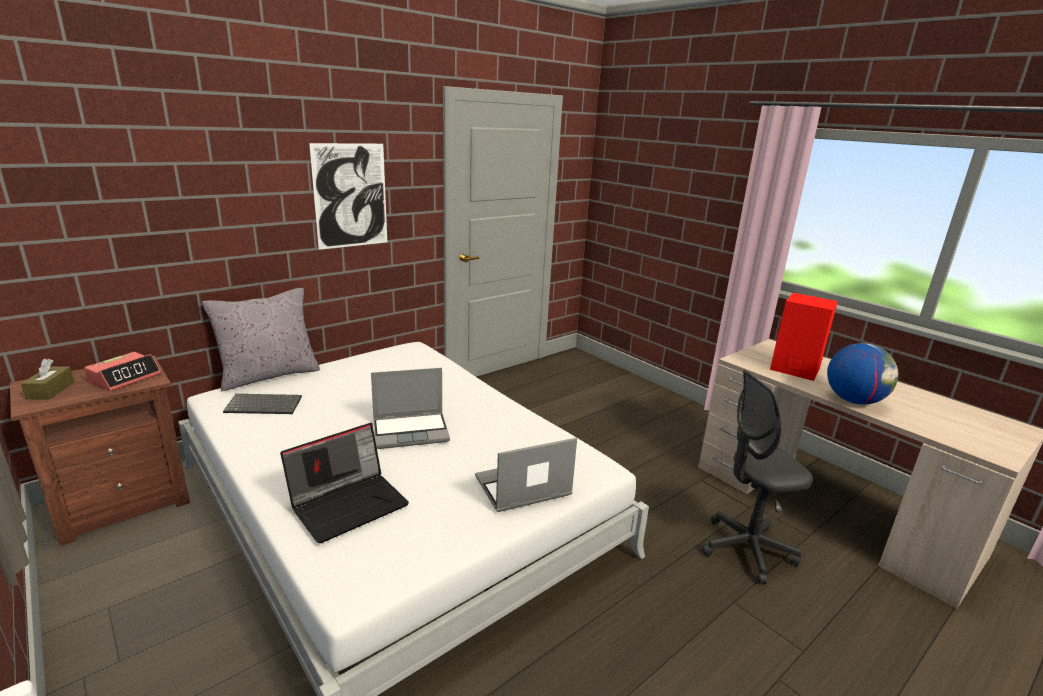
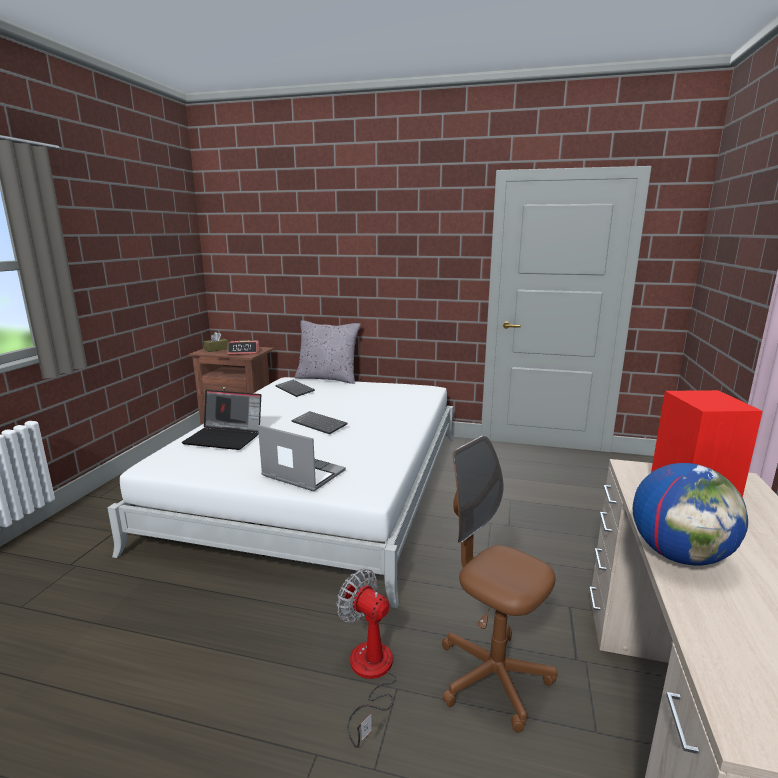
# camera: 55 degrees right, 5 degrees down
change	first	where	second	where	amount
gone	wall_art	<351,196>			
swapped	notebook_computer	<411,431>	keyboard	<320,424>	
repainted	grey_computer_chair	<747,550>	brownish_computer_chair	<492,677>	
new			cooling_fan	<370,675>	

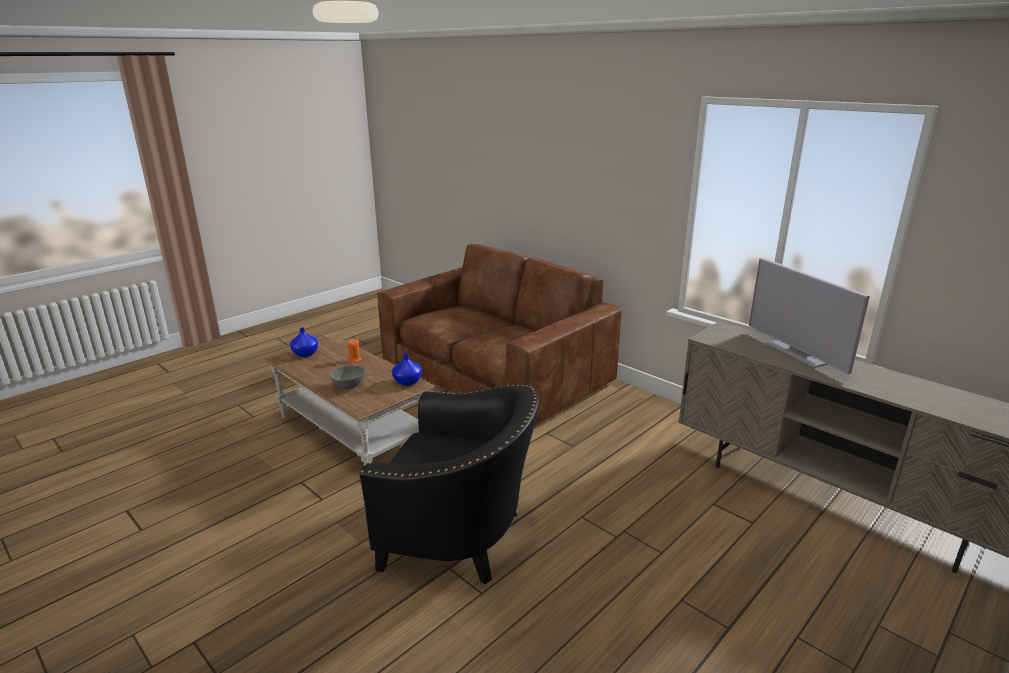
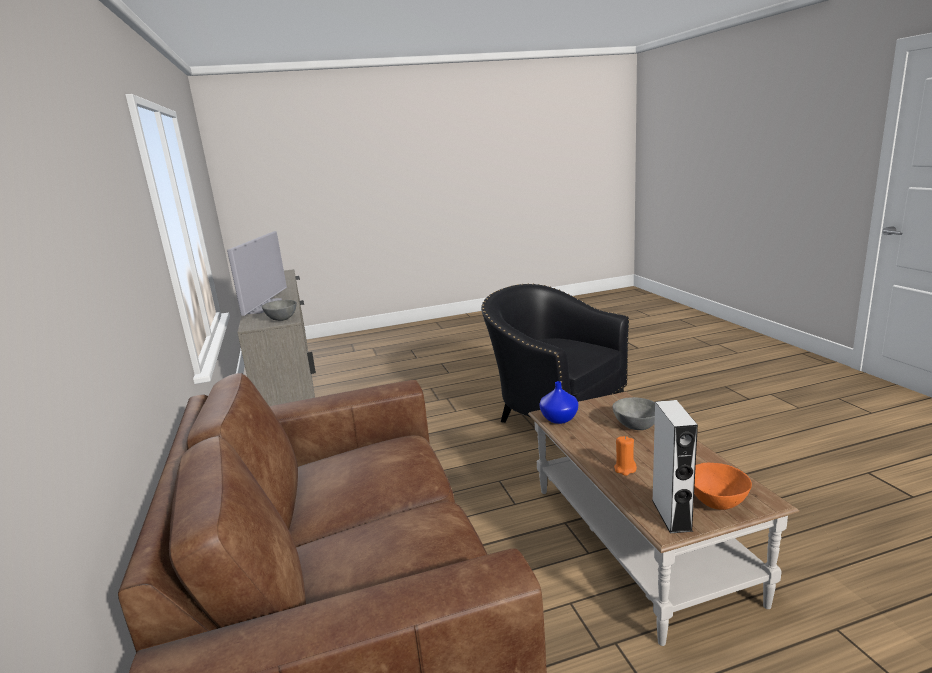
# camera: 150 degrees left, 5 degrees down
change	first	where	second	where	amount
swapped	blue-coloured_flower_vase	<305,354>	orange_bowl	<717,501>	
new			grey_bowl	<281,319>	
new			grey_loudspeaker	<671,515>	

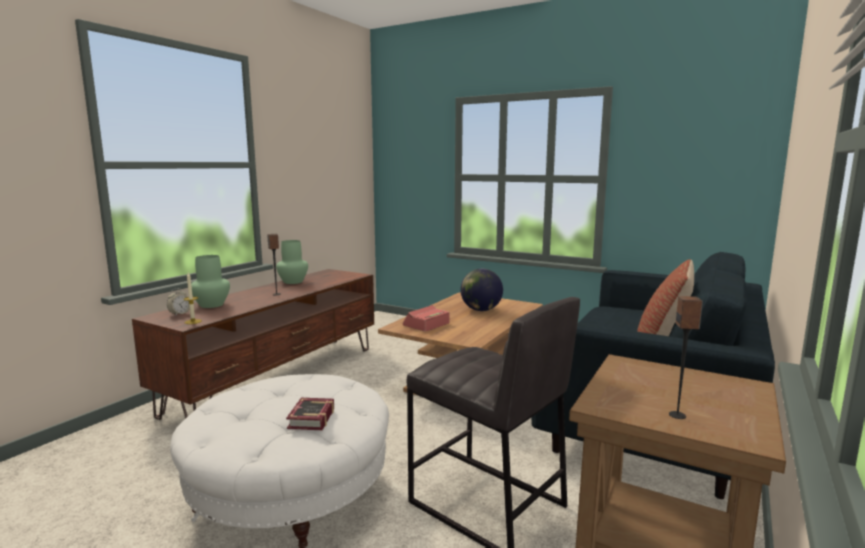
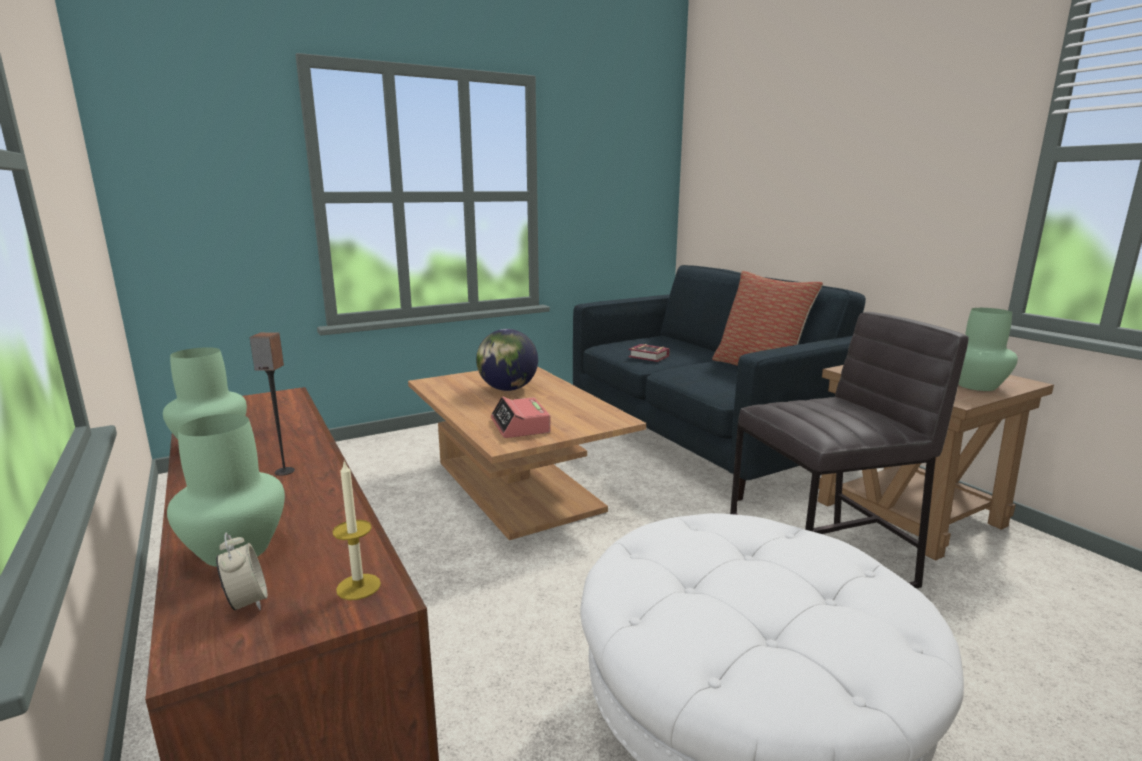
# camera: 60 degrees left, 5 degrees up
change	first	where	second	where	amount
swapped	loudspeaker	<677,415>	green_flower_vase	<977,385>	
shifted	book	<309,420>		<649,357>	

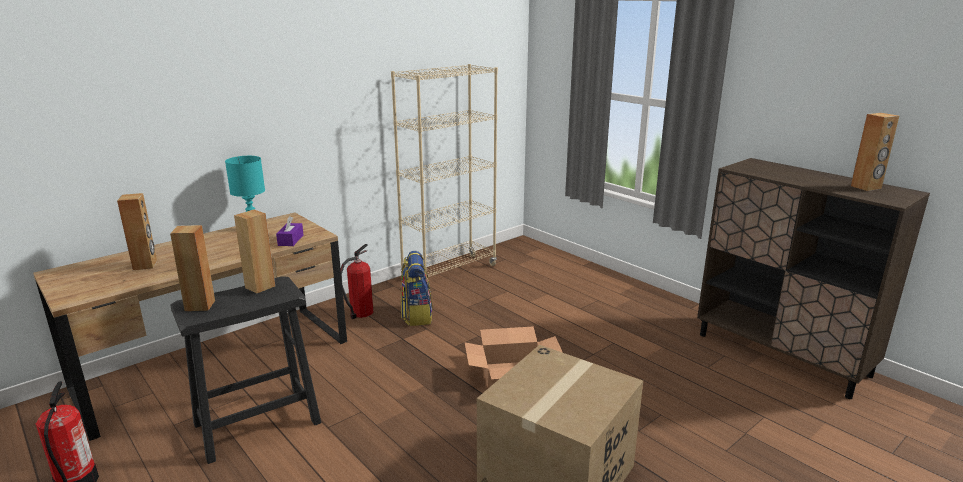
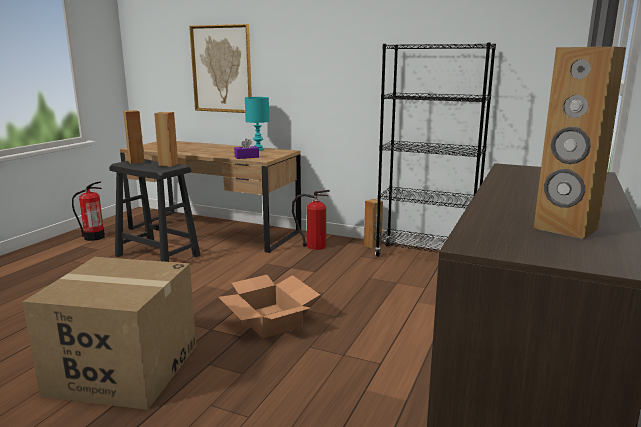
# camera: 65 degrees right, 5 degrees down
change	first	where	second	where	amount
repainted	sand-coloured_bookcase	<449,272>	blackish_bookcase	<426,257>	
shifted	brownish_loudspeaker	<145,265>		<372,245>	
gone	rucksack	<416,315>			
new			wall_art	<222,69>	

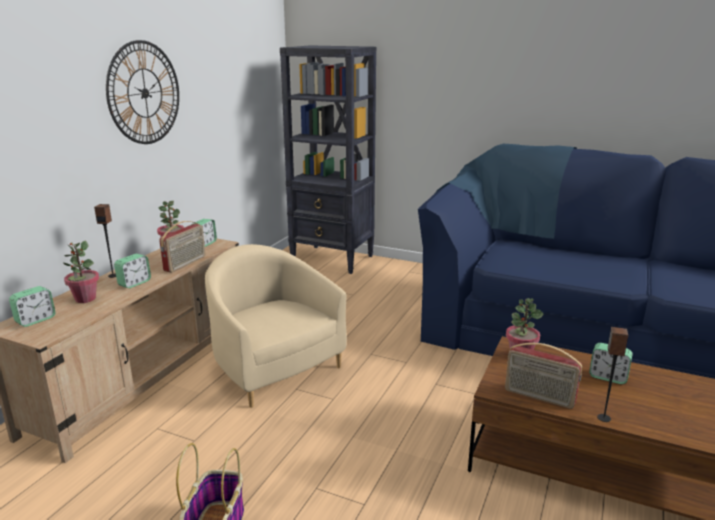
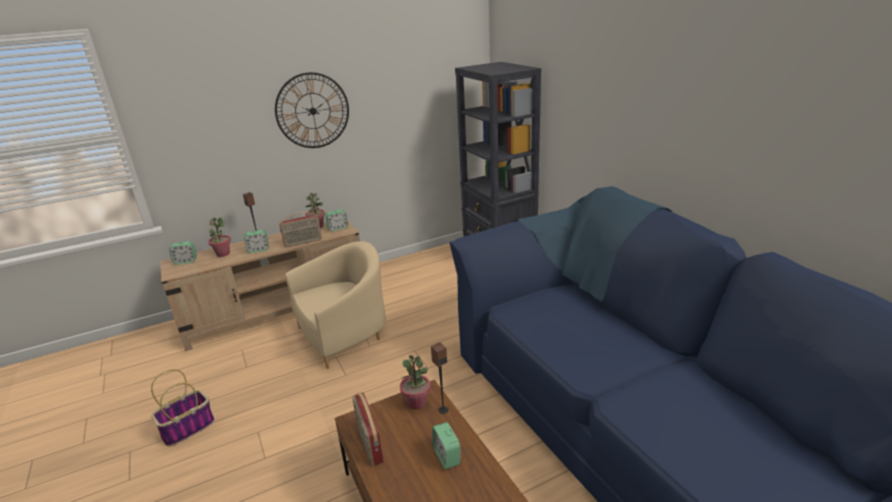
# camera: 40 degrees right, 5 degrees up
change	first	where	second	where	amount
rotated	sand-coloured_easy_chair	<273,368>		<344,335>	60 degrees clockwise
shifted	loudspeaker	<603,418>		<443,410>	

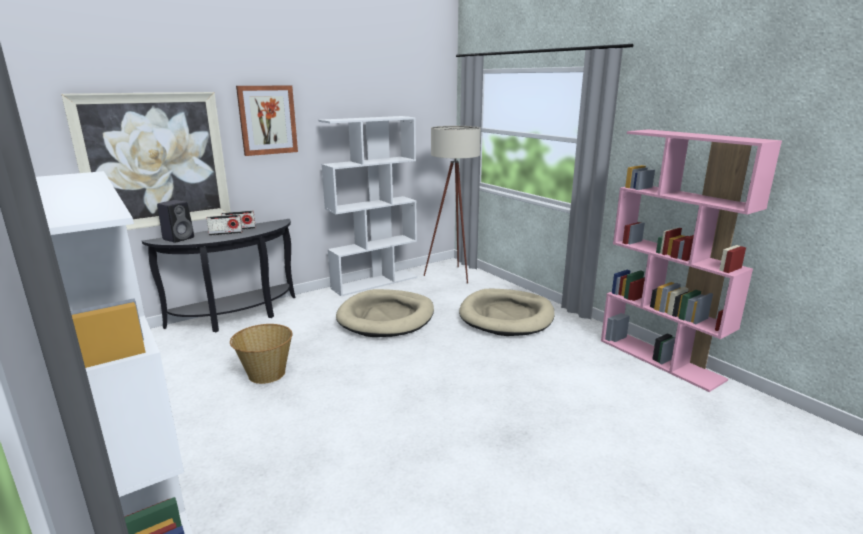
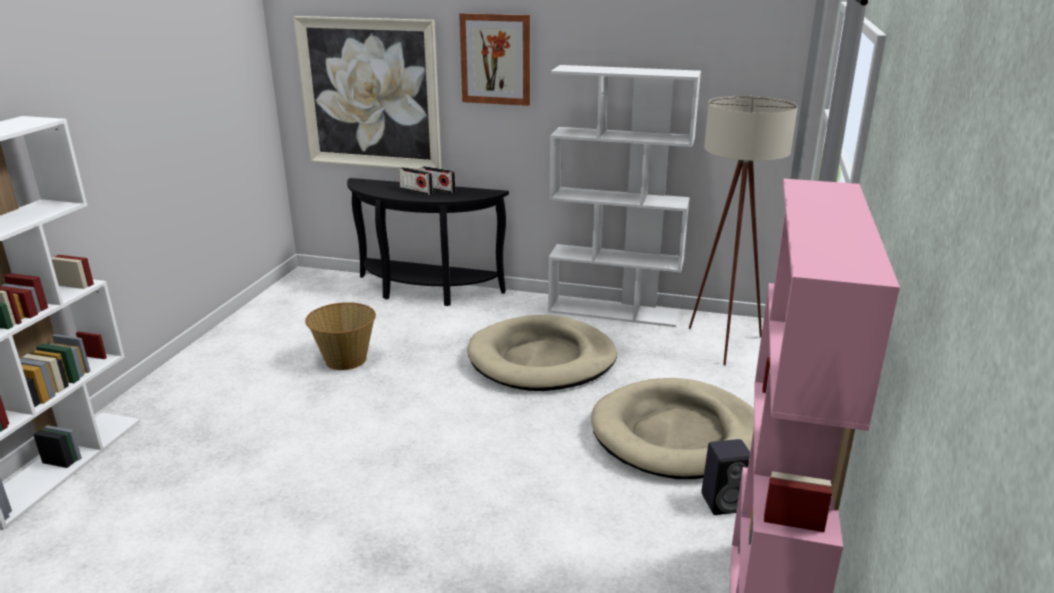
# camera: 50 degrees right, 5 degrees up
change	first	where	second	where	amount
shifted	blackish_loudspeaker	<179,238>		<726,502>	

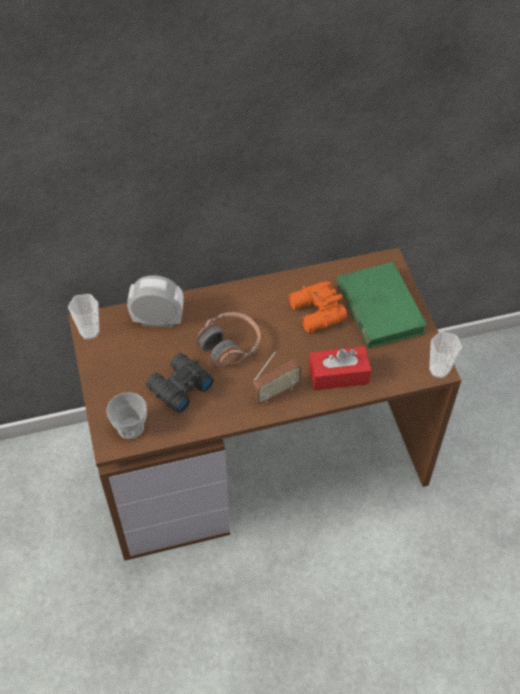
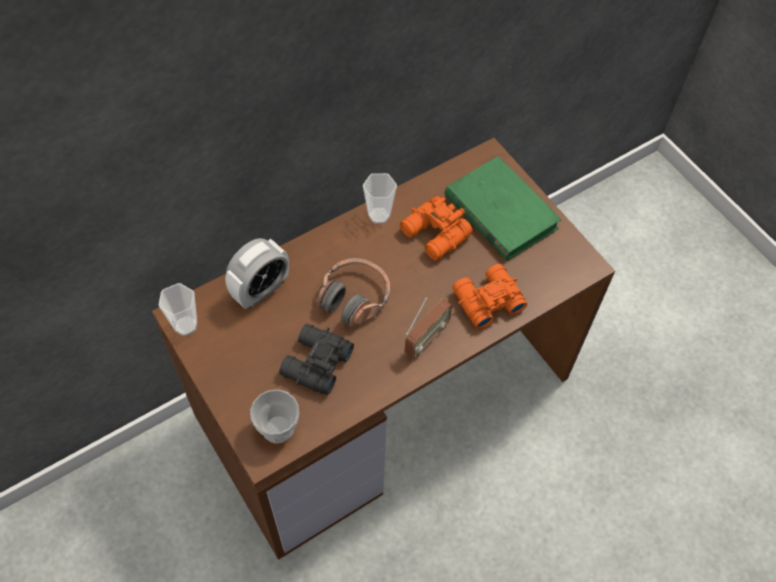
# camera: 20 degrees left, 5 degrees up
change	first	where	second	where	amount
rotated	bedside_clock	<158,320>		<261,290>	150 degrees clockwise
shifted	small_cup	<439,370>		<379,215>	
swapped	reddish_tissue_holder	<338,375>	orange_field_glasses	<486,300>	

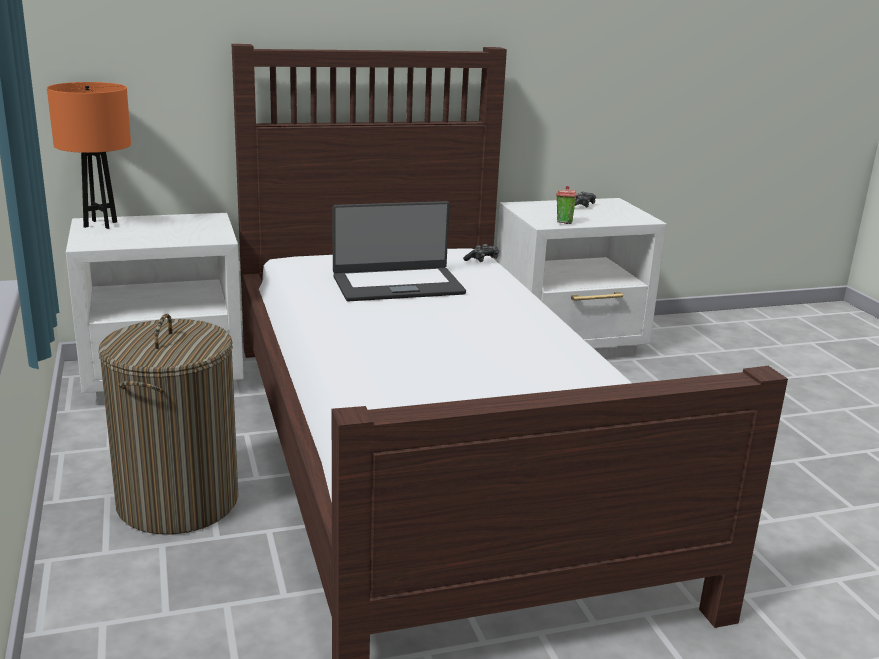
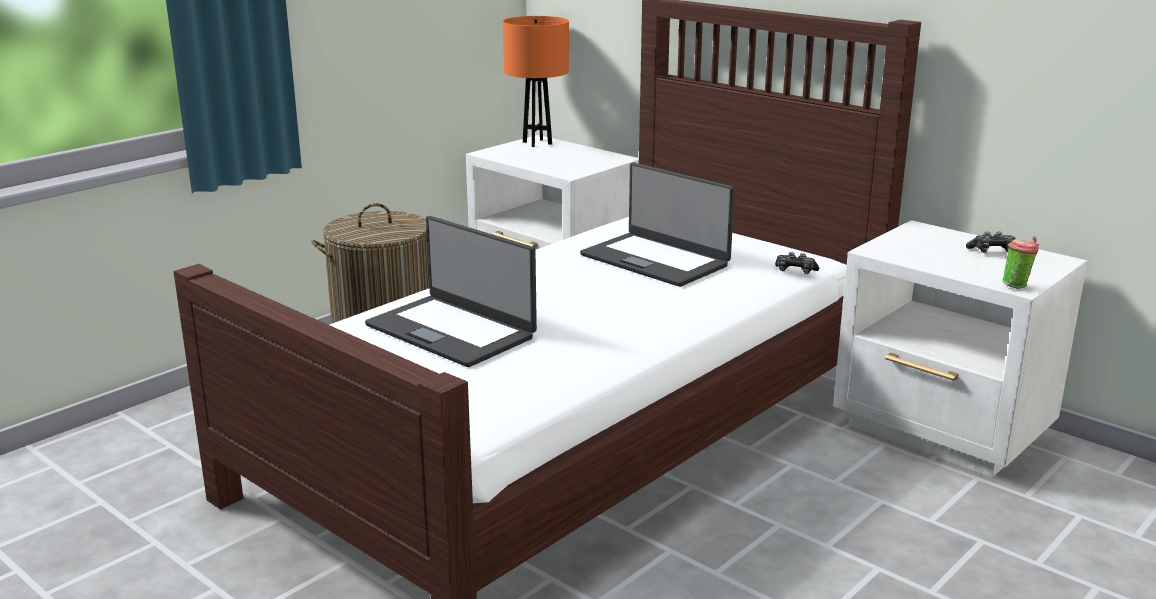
# camera: 60 degrees right, 0 degrees up
change	first	where	second	where	amount
shifted	small_cup	<563,222>		<1016,285>	
new			notebook_computer	<452,330>	

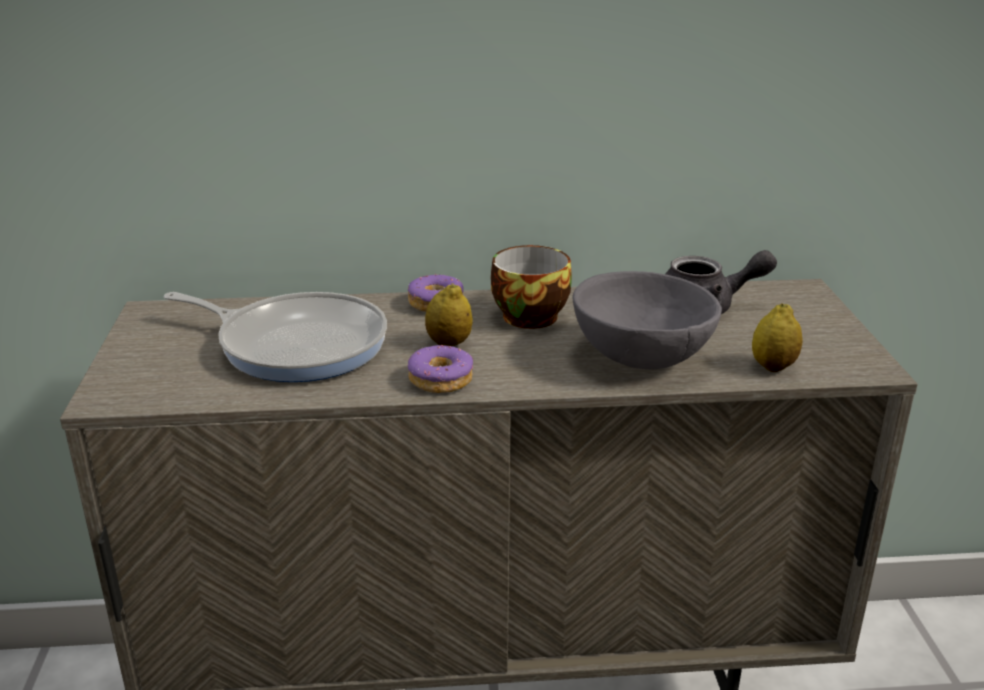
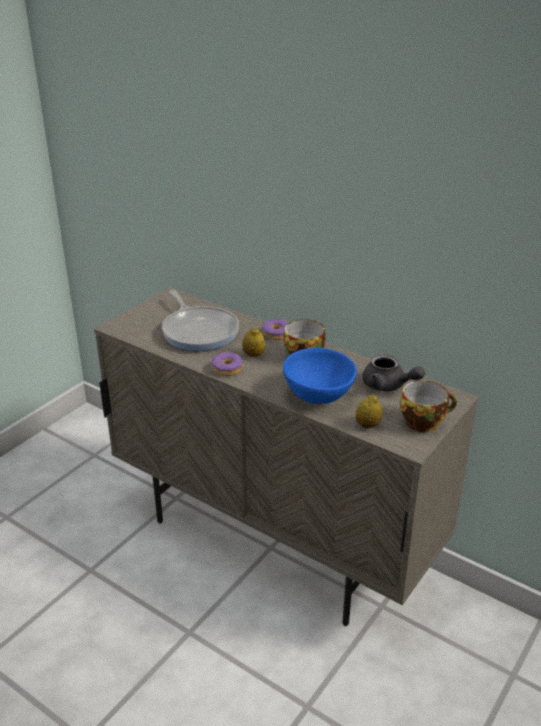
# camera: 40 degrees right, 5 degrees up
change	first	where	second	where	amount
repainted	grey_bowl	<642,357>	blue-coloured_bowl	<319,395>	
new			small_cup	<424,421>	

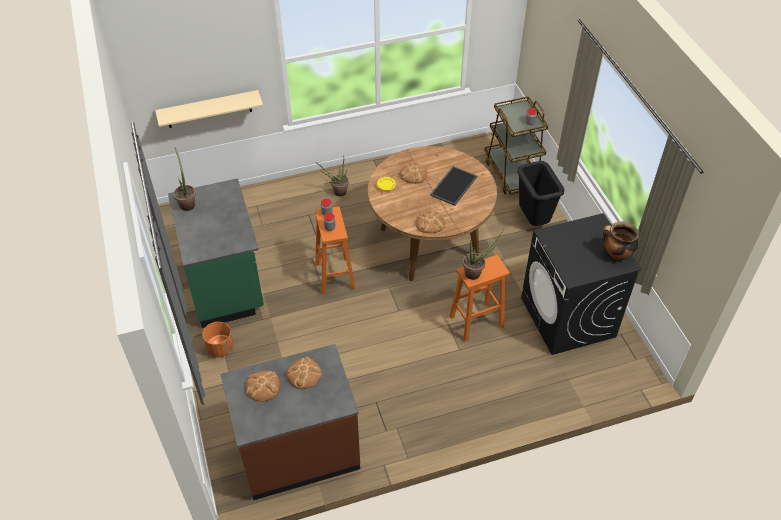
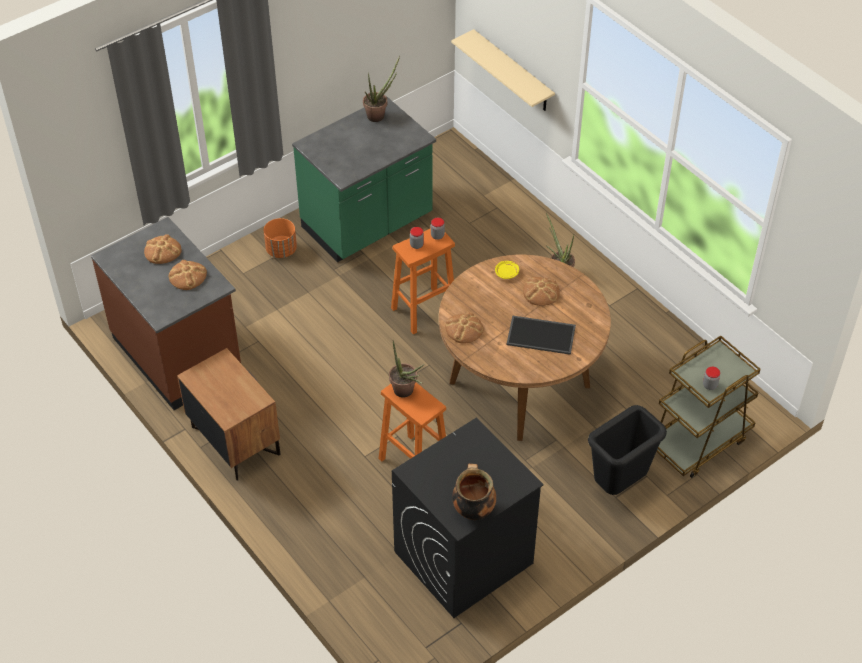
# camera: 70 degrees right, 0 degrees up
change	first	where	second	where	amount
new			brownish_nightstand	<234,441>	

